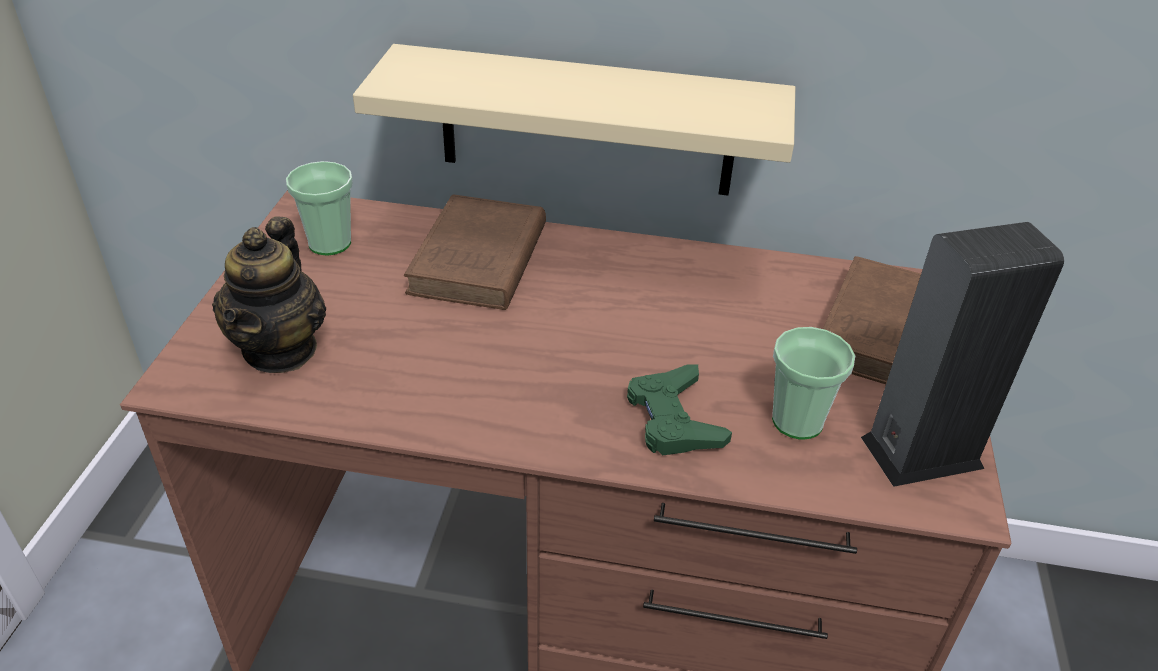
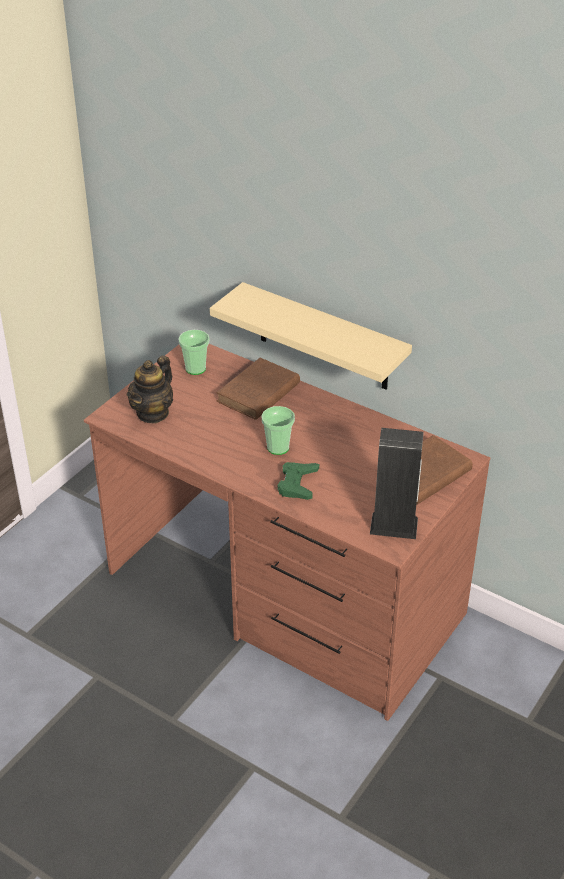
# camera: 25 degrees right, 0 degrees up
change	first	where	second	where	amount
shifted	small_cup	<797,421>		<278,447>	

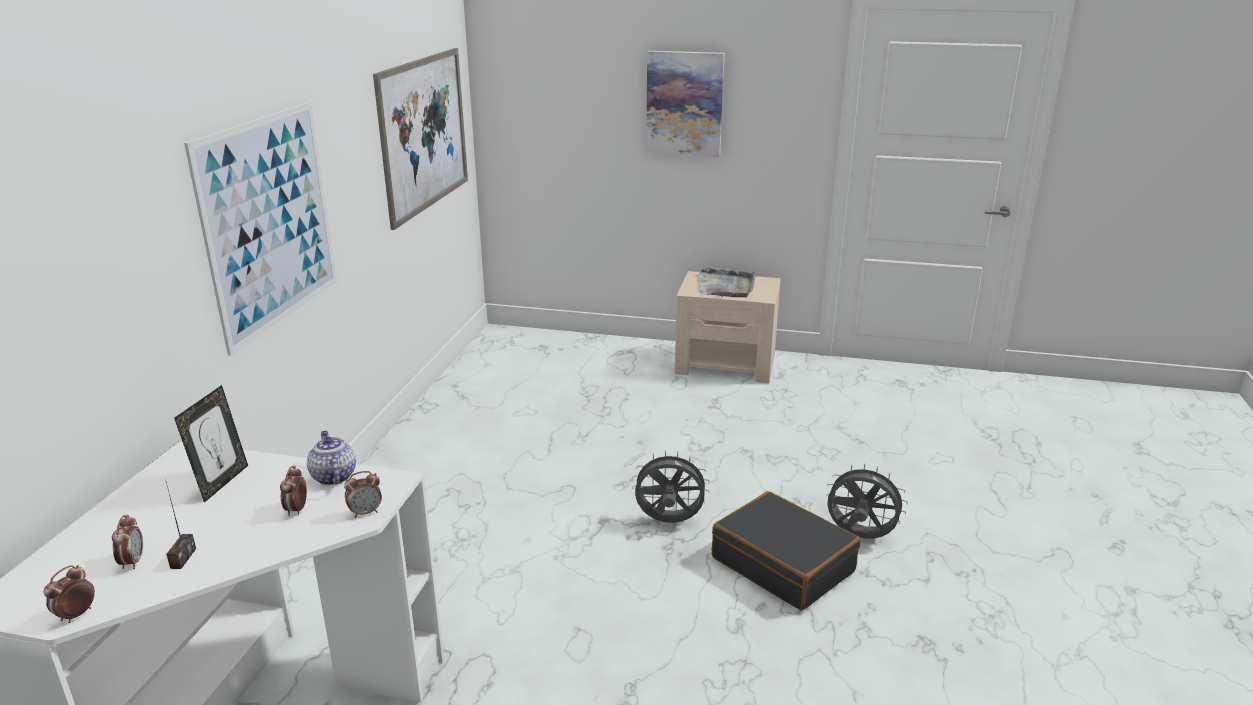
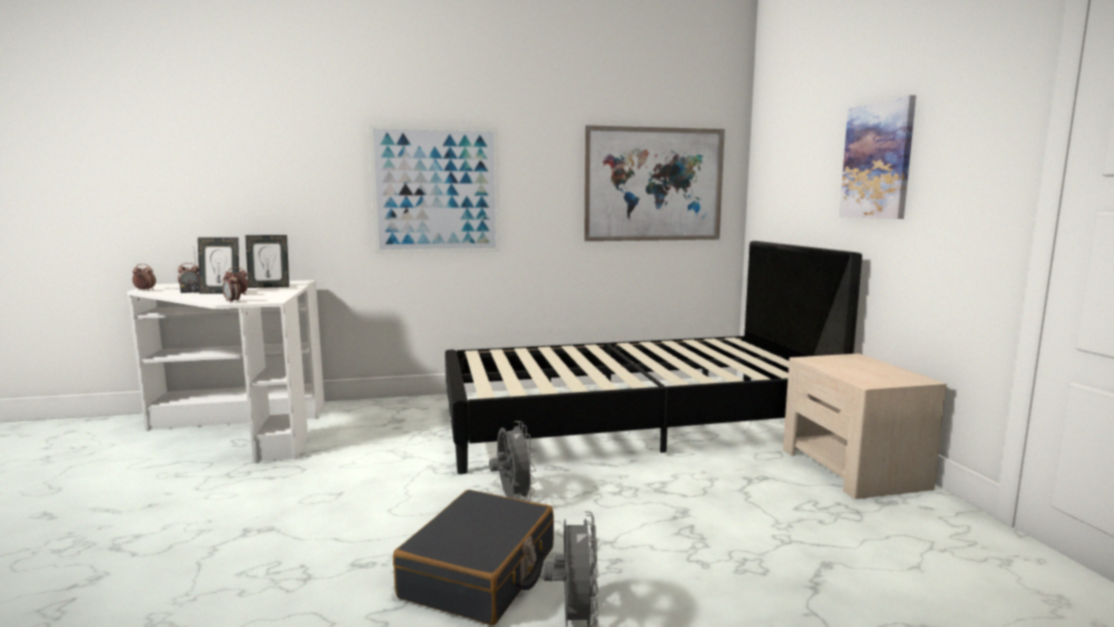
# camera: 65 degrees right, 15 degrees down
change	first	where	second	where	amount
gone	grey_carrying_tray	<726,285>			
gone	pot_for_tea	<333,476>			
new			picture_frame	<221,293>	
new			blackish_sleeping_bed	<632,423>	

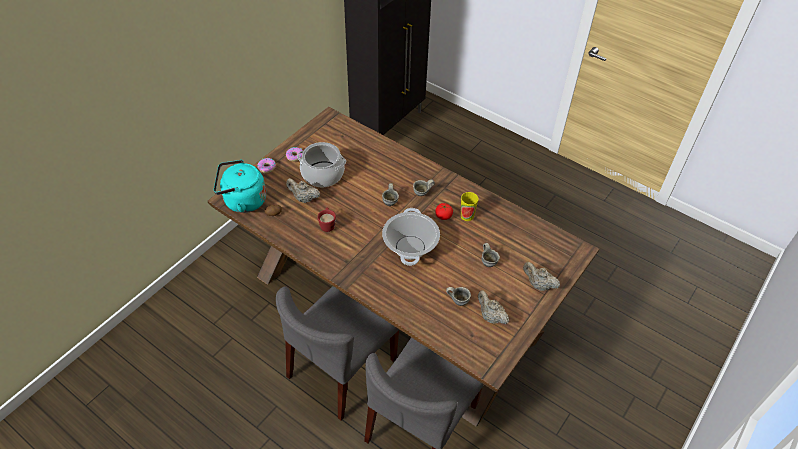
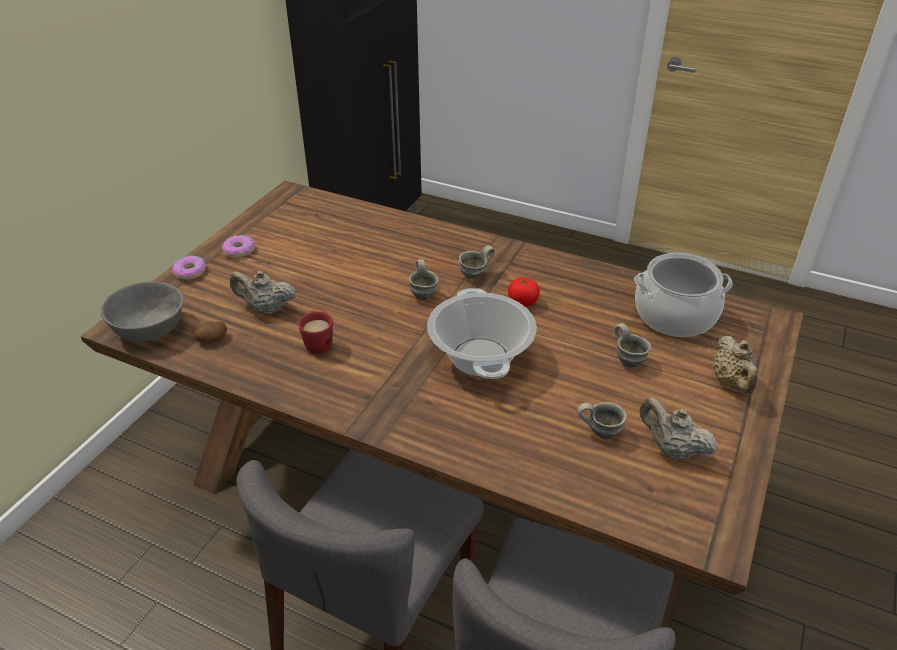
# camera: 10 degrees left, 10 degrees down
change	first	where	second	where	amount
shifted	saucepot	<322,175>		<674,316>	
swapped	blue-green_water_kettle	<242,201>	grey_bowl	<149,328>	
gone	small_cup	<467,216>			
rotated	sand-coloured_pot_for_tea	<538,285>		<731,382>	120 degrees counterclockwise

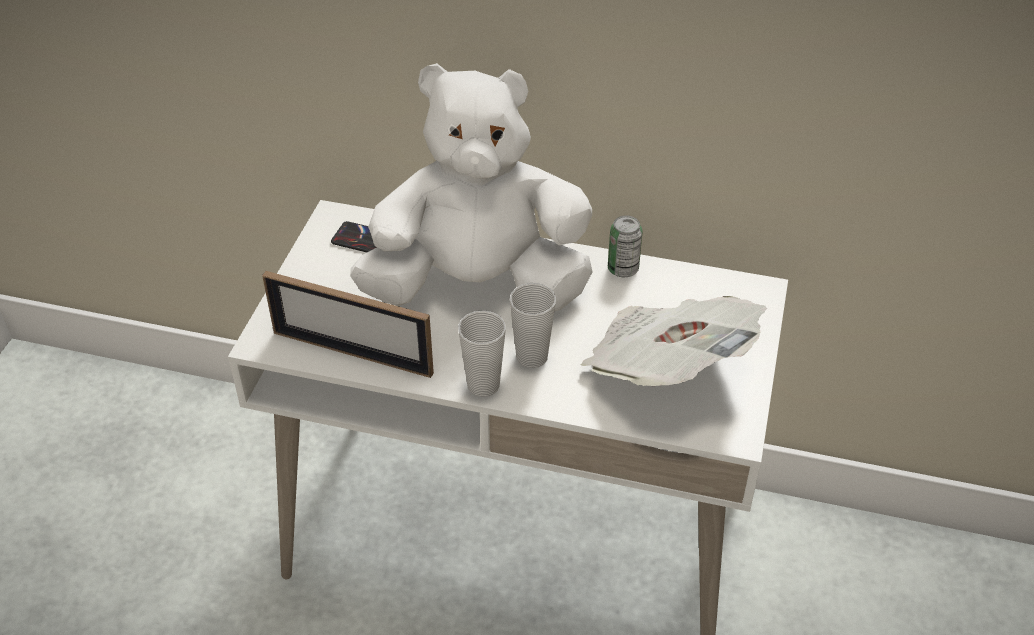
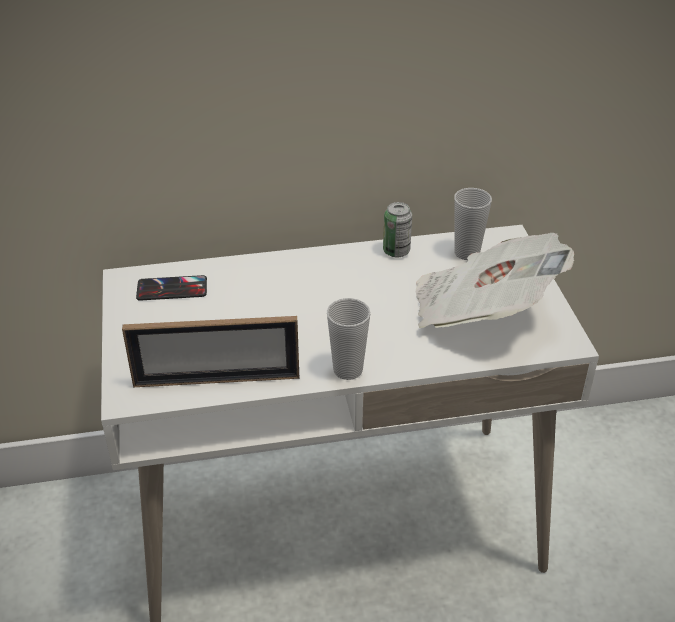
# camera: 25 degrees left, 5 degrees down
change	first	where	second	where	amount
gone	white_soft_toy	<478,286>			
shifted	small_cup	<532,357>		<467,253>	

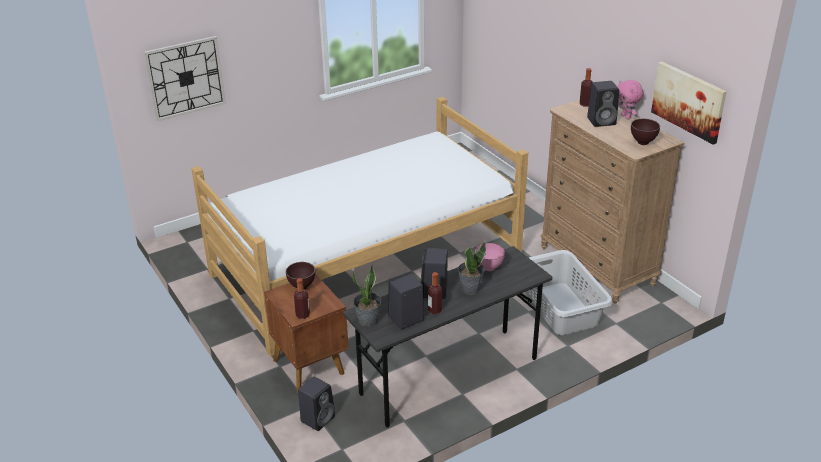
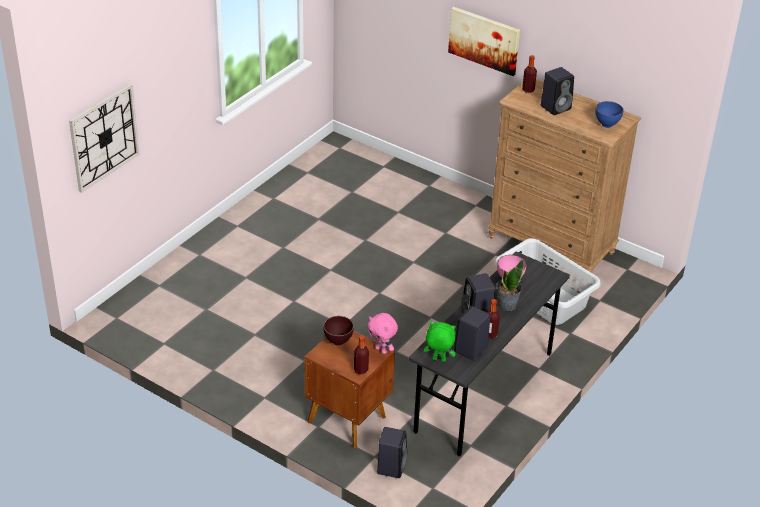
# camera: 25 degrees left, 5 degrees up
change	first	where	second	where	amount
shifted	wall_art	<688,101>		<484,40>	
shifted	pinkish_soft_toy	<626,117>		<381,350>	
gone	sleeping_bed	<365,265>			
repainted	brownish_bowl	<642,143>	blue-coloured_bowl	<607,126>	
swapped	houseplant	<368,320>	green_soft_toy	<438,360>	

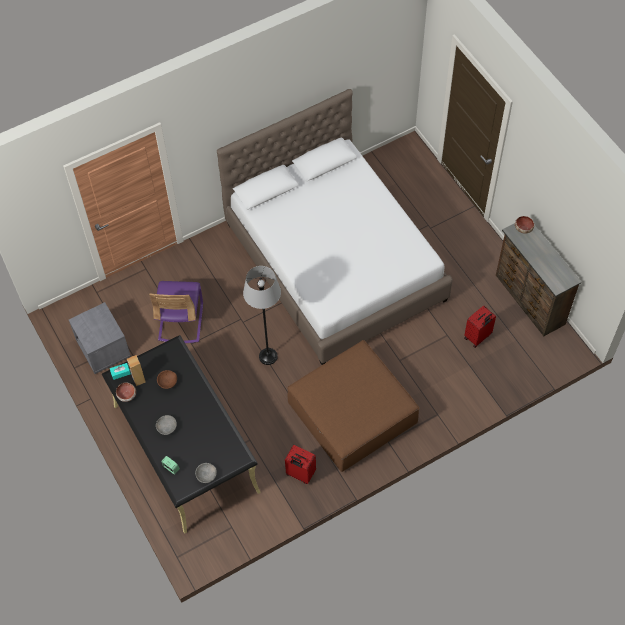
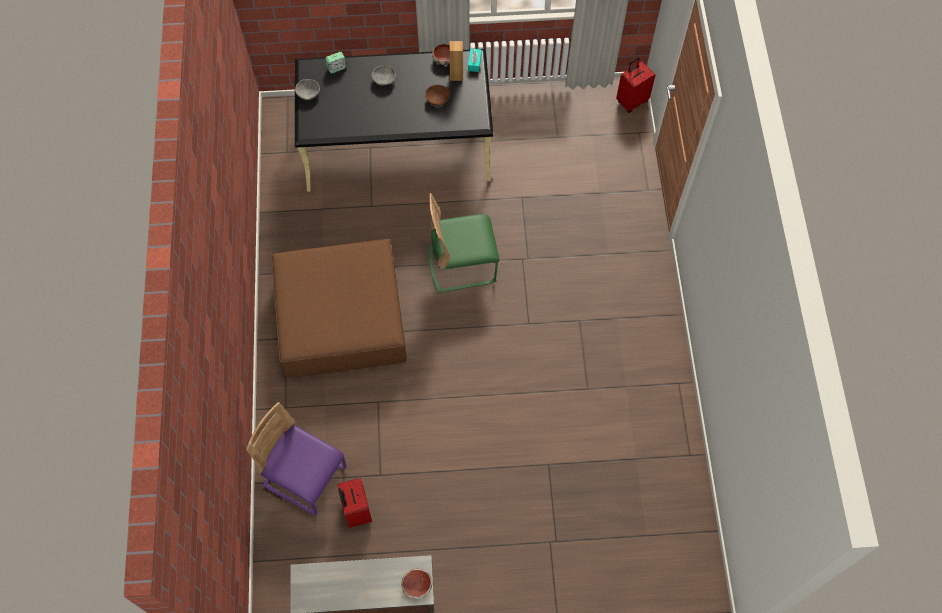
# camera: 115 degrees right, 5 degrees up
change	first	where	second	where	amount
gone	white_sleeping_bed	<335,261>			
swapped	grey_standing_lamp	<268,356>	green_plain_chair	<462,265>	
shifted	purplish_plain_chair	<181,321>		<305,477>	
gone	grey_nightstand	<103,349>			
shifted	reddish_suitcase	<300,474>		<632,101>	

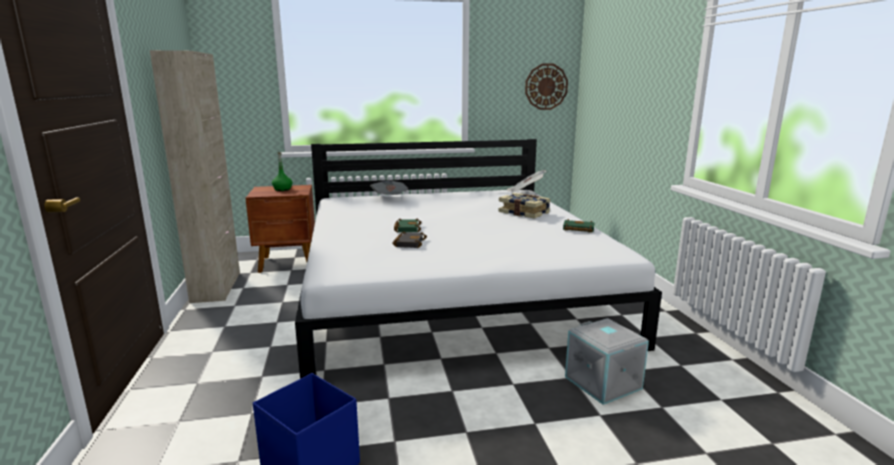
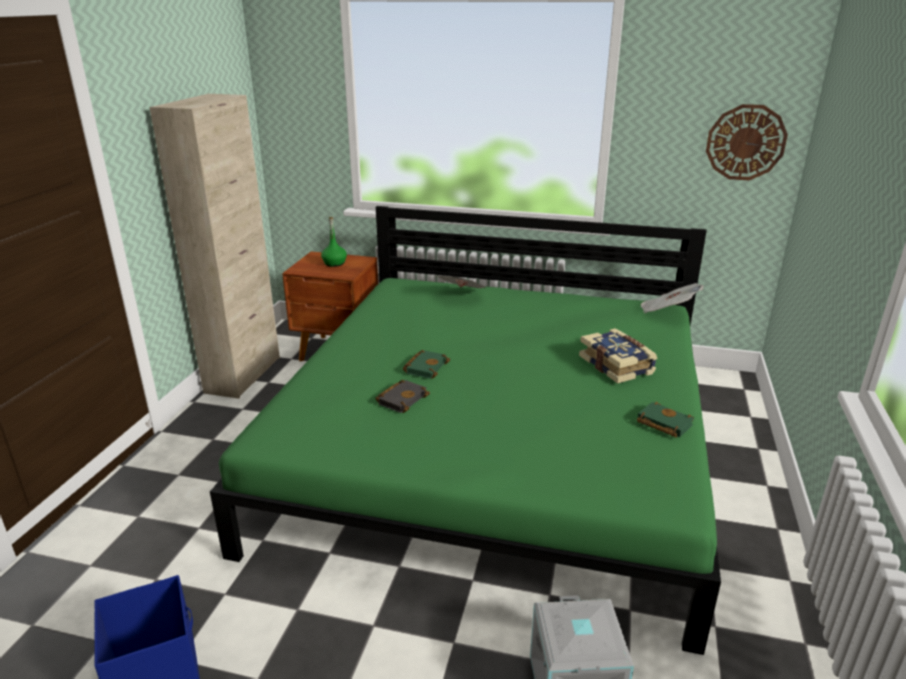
# camera: 25 degrees right, 10 degrees up
change	first	where	second	where	amount
repainted	white_sleeping_bed	<451,291>	green_sleeping_bed	<496,451>	

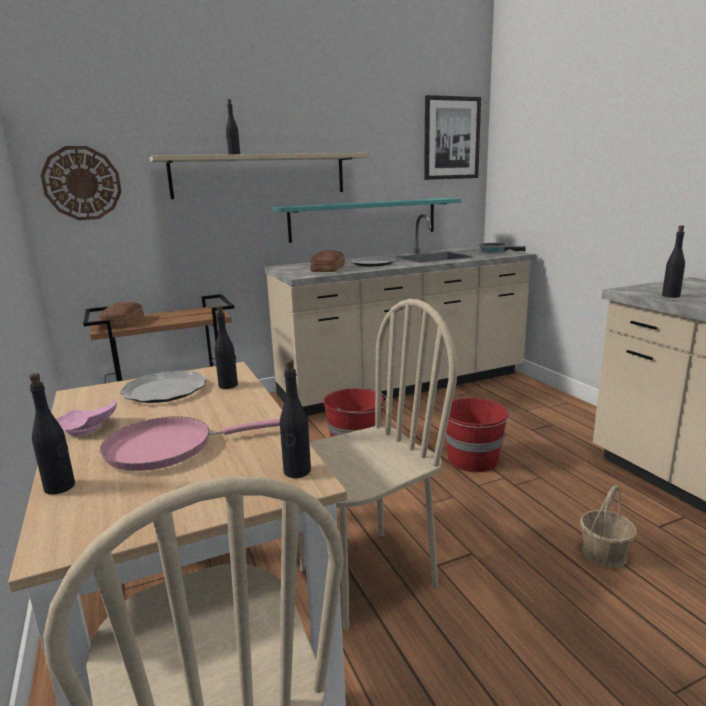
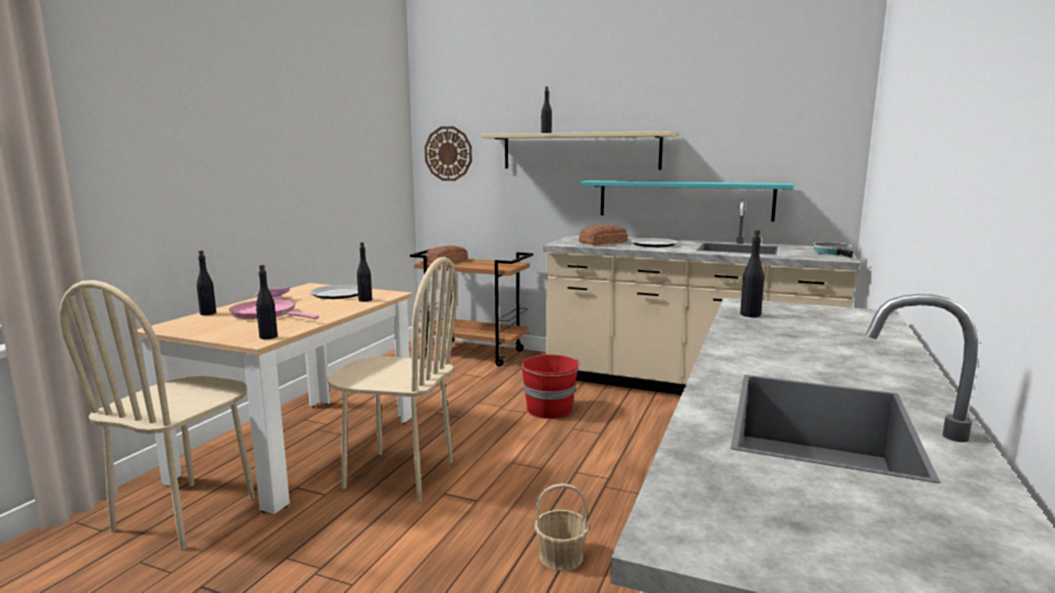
# camera: 45 degrees right, 5 degrees down
change	first	where	second	where	amount
gone	wall_art	<451,138>			
gone	reddish_bucket	<473,460>			

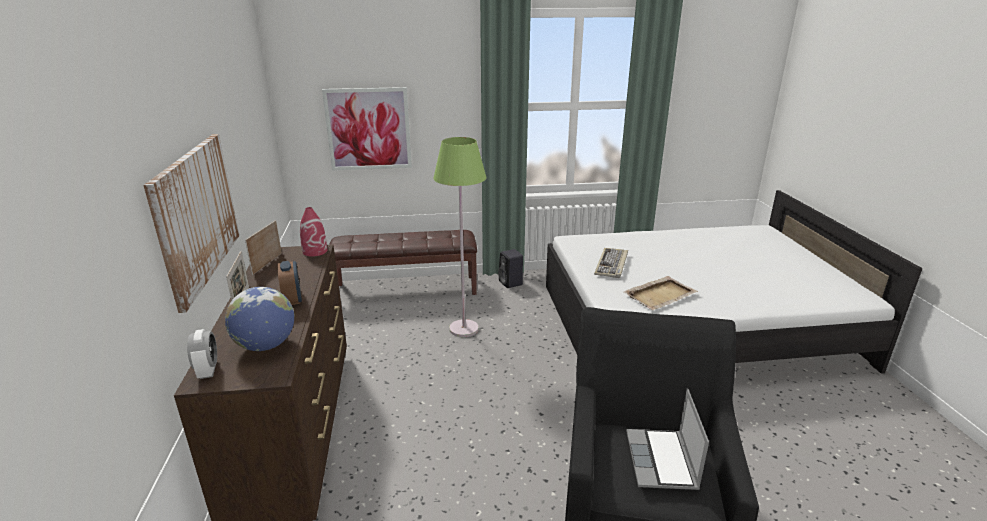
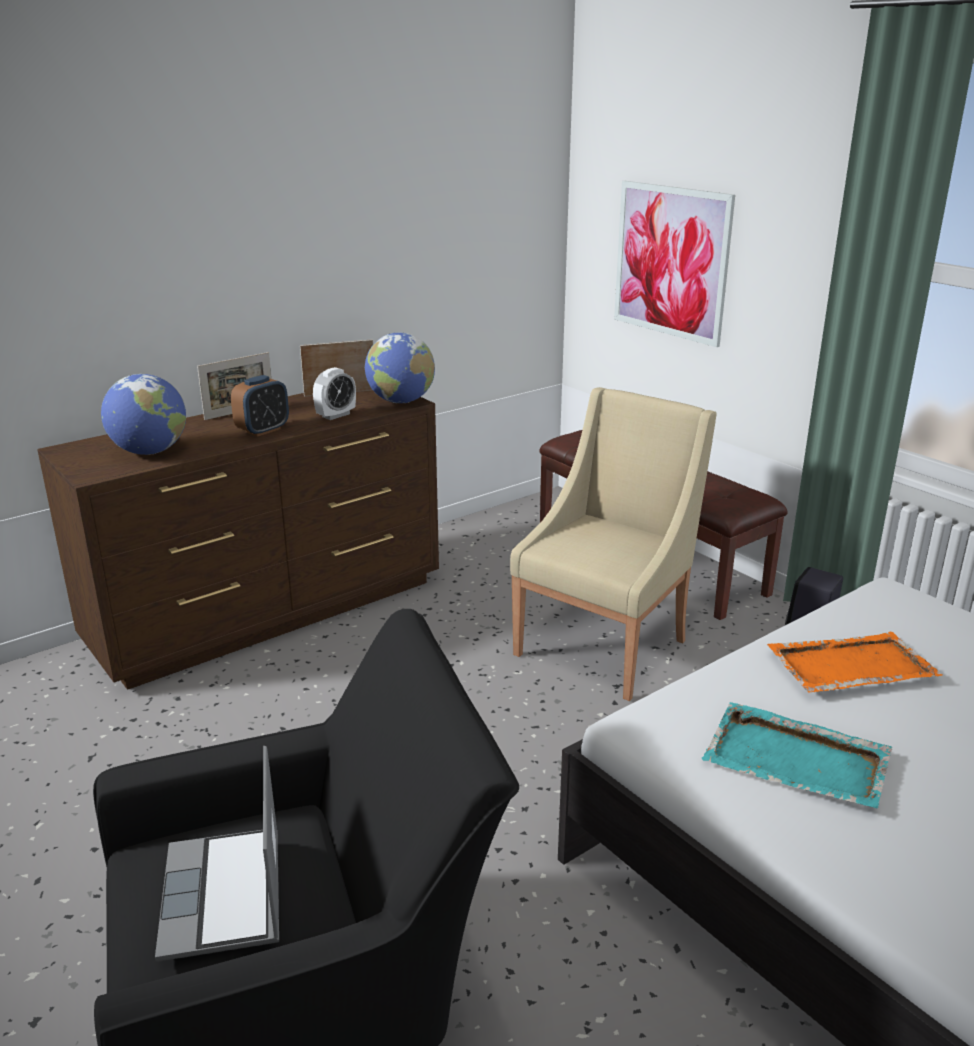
# camera: 60 degrees right, 0 degrees up
change	first	where	second	where	amount
gone	wall_art	<196,215>			
swapped	green_standing_lamp	<464,329>	sand-coloured_easy_chair	<605,646>	
swapped	reddish_flower_vase	<315,251>	globe	<401,401>	
swapped	keyboard	<612,264>	orange_carrying_tray	<849,666>	
repainted	sand-coloured_carrying_tray	<660,295>	blue-green_carrying_tray	<798,760>	
shifted	bedside_clock	<208,371>		<336,415>	
rotated	notebook_computer	<662,461>		<225,896>	75 degrees counterclockwise

